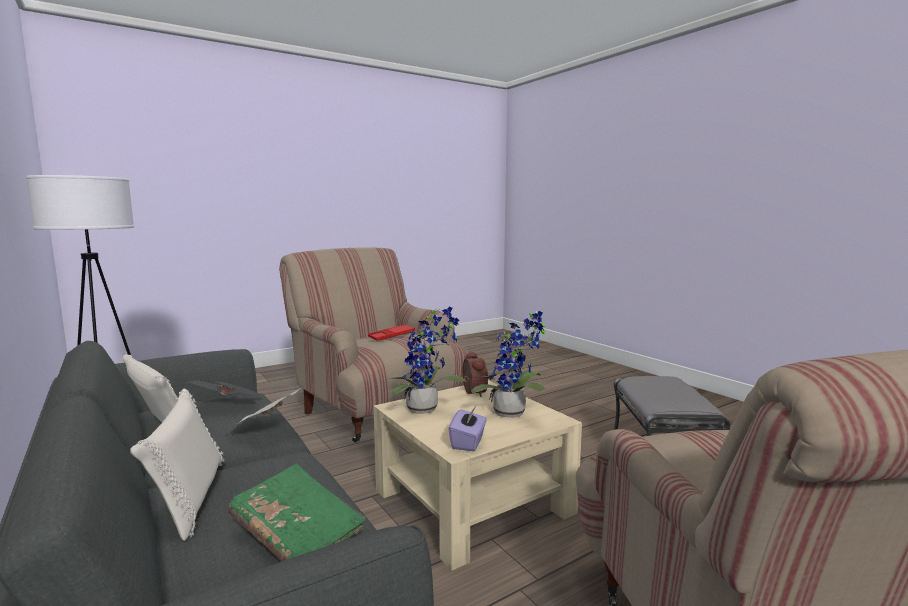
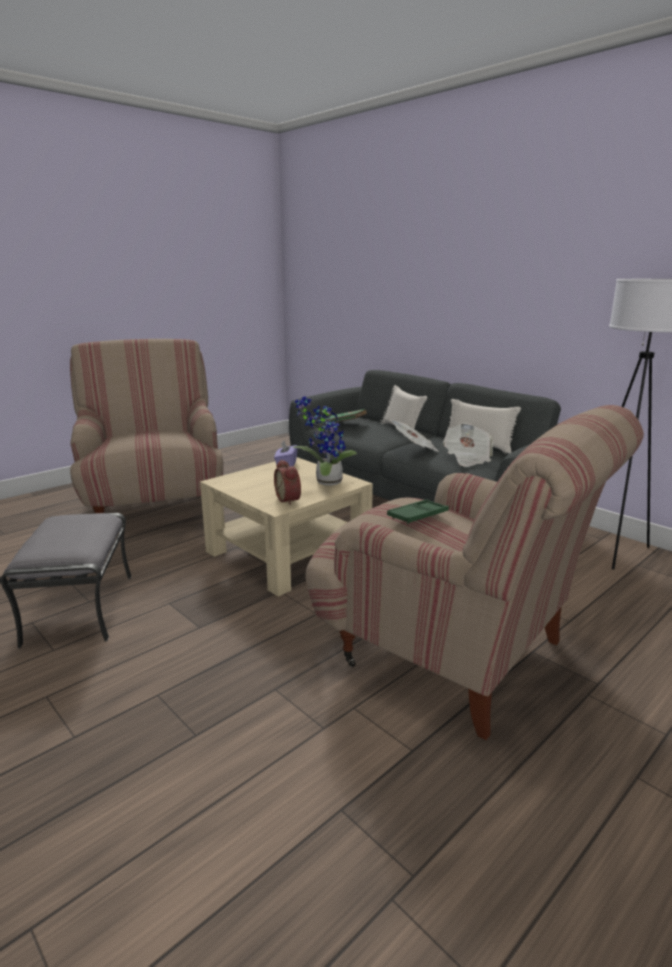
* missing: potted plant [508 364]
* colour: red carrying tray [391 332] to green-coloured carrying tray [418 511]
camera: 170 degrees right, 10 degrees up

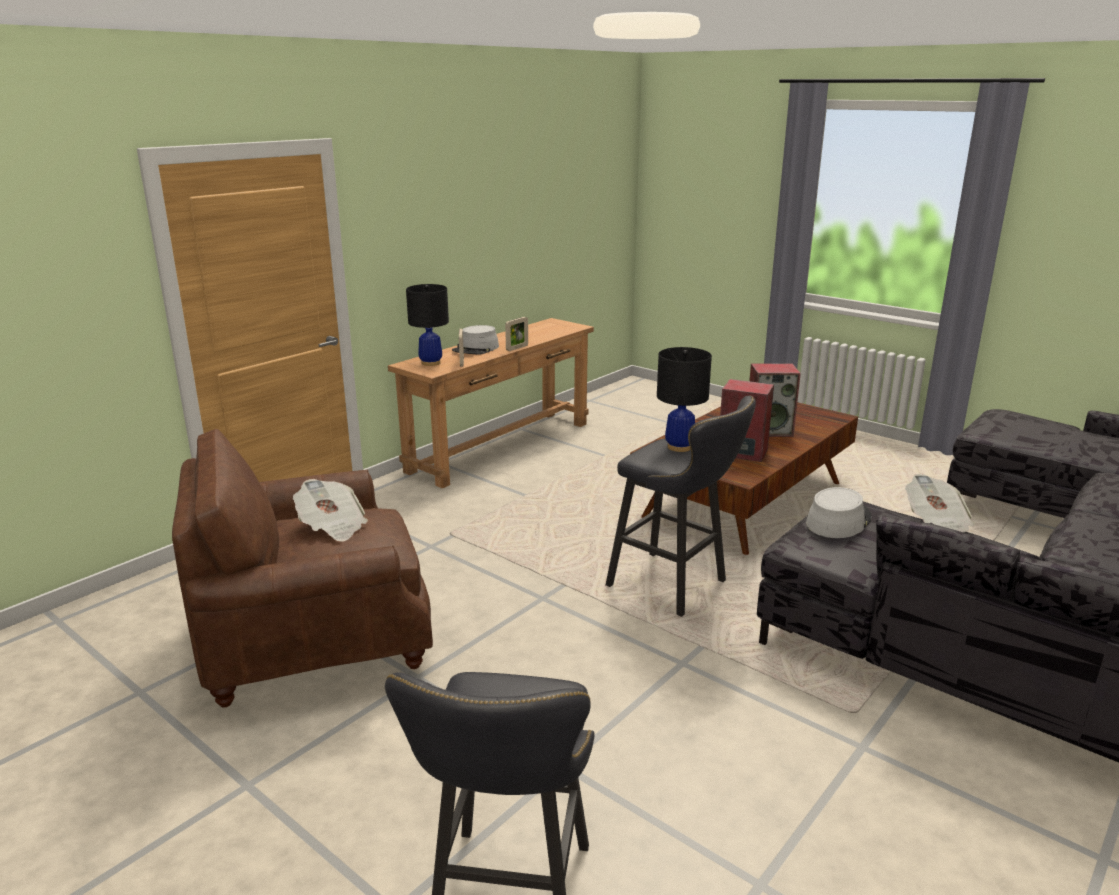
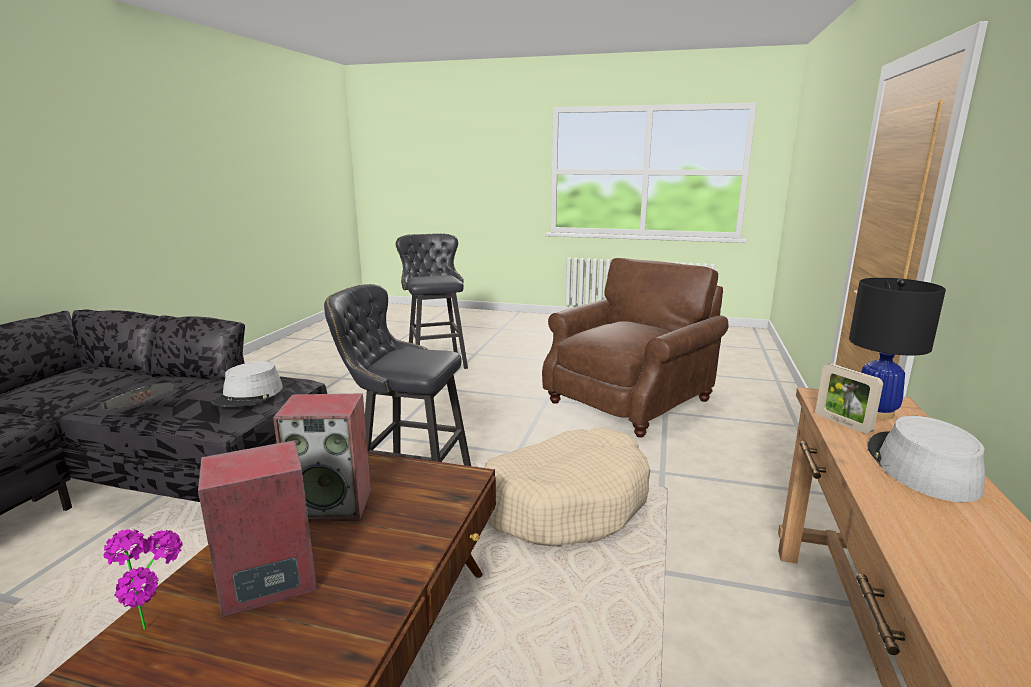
* missing: photo frame [516 334]
* missing: black-coloured table lamp [684 399]
* missing: newspaper [330 510]
* appeared: beige dog bed [567 487]
* appeared: potted plant [143 579]
camera: 155 degrees right, 5 degrees down

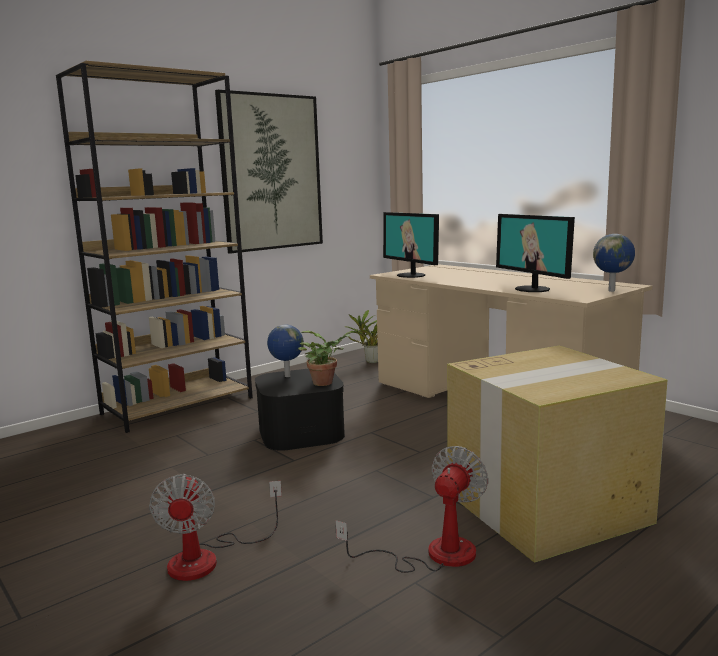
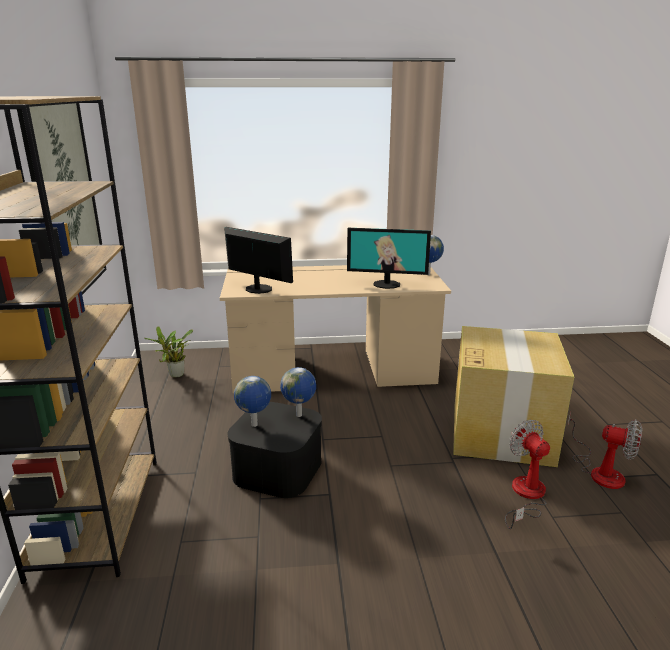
* spun: computer screen [411 245] = [258 260] 150 degrees counterclockwise
* exchanged: potted plant [324 358] to desk globe [298 392]
* relocated: cooling fan [215 527] to [605 450]
camera: 55 degrees left, 10 degrees up

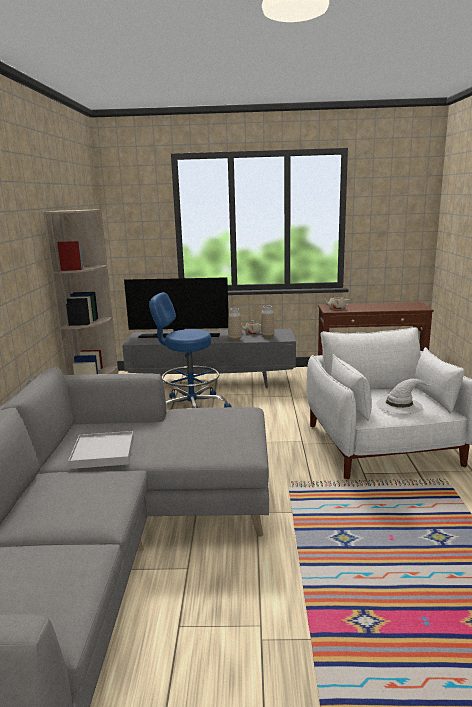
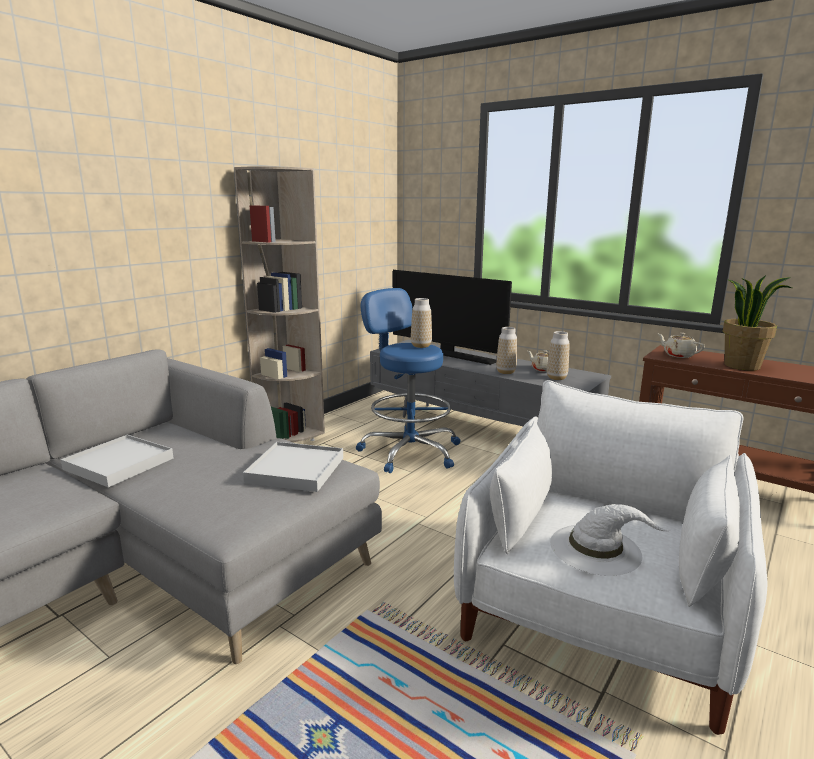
* appeared: potted plant [757 323]
* appeared: decorative vase [421 323]
* appeared: whitish carrying tray [293 467]
camera: 35 degrees right, 0 degrees up

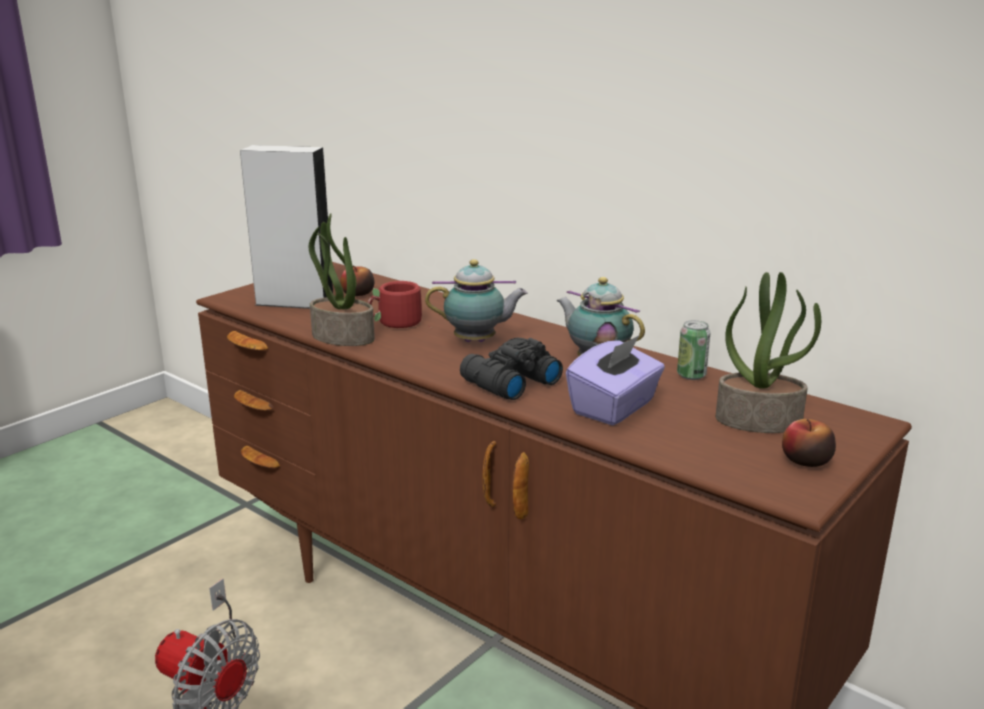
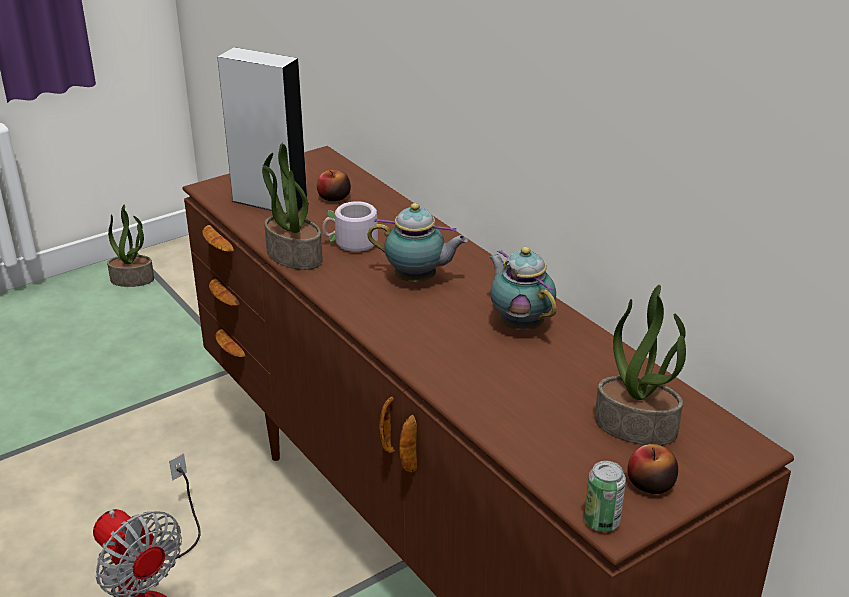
* colour: red tea mug [399 304] to grey tea mug [352 228]
* relocated: sealed can [694 350] to [605 496]
* missing: purple-coloured tissue box [615 380]
* missing: black-coloured pair of binoculars [511 369]
* appeared: potted plant [130 246]
camera: 15 degrees right, 10 degrees up

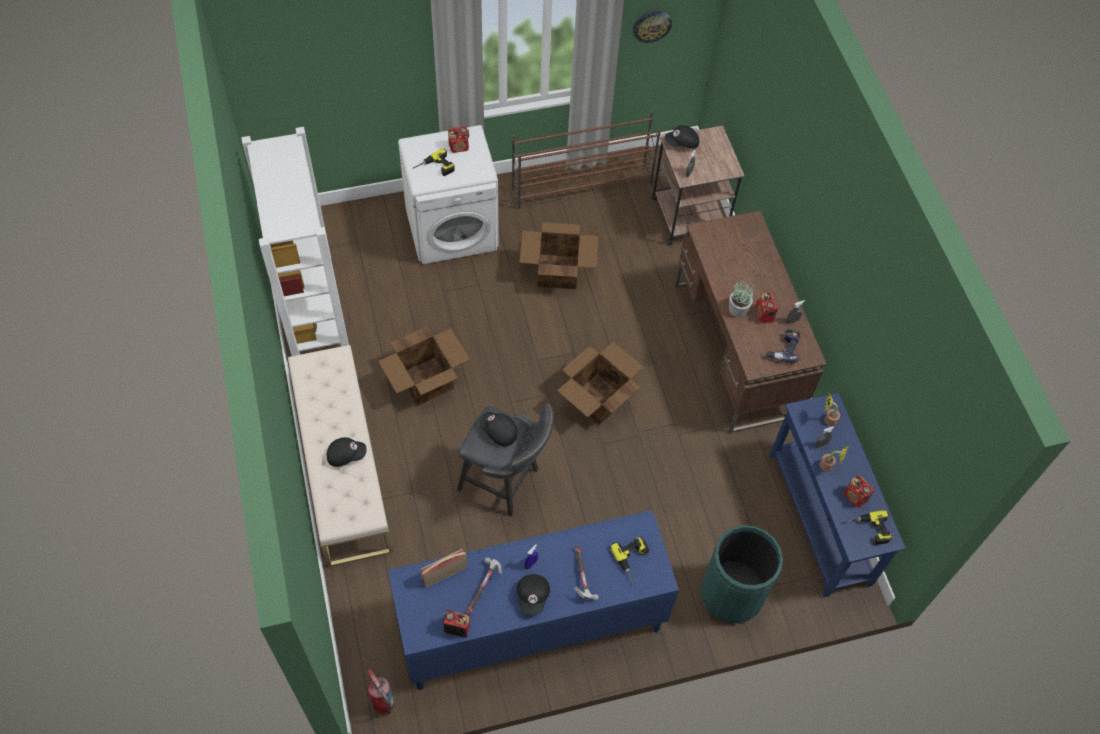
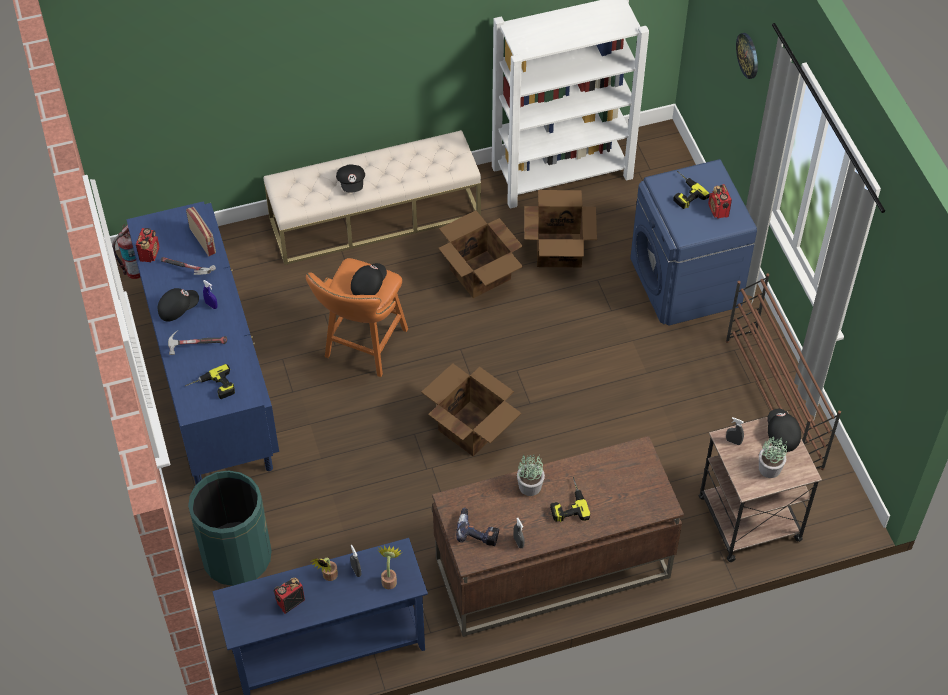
* relocated: hanging clock [652 27] to [747 56]
* colour: whitish laundry appliance [448 194] to blue-coloured laundry appliance [693 242]
* relocated: carton [559 255] to [560 228]
* missing: radio [766 307]
* colour: grey stool [505 460] to orangey stool [357 317]
* relocated: electric drill [868 527] to [570 499]
* spun: black-coloured baseball cap [533 594] = [178 305] 150 degrees clockwise
* appeared: potted plant [773 457]
camera: 90 degrees right, 5 degrees down

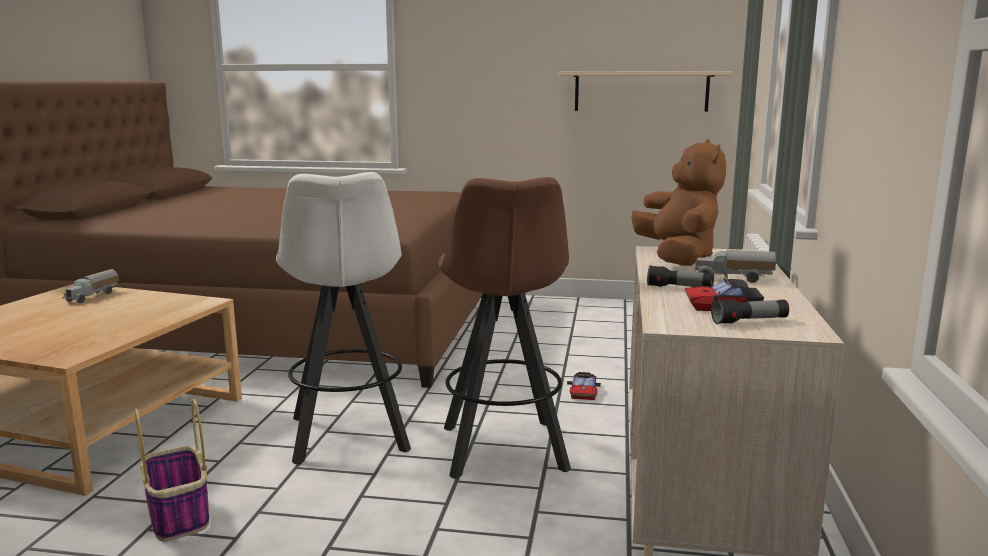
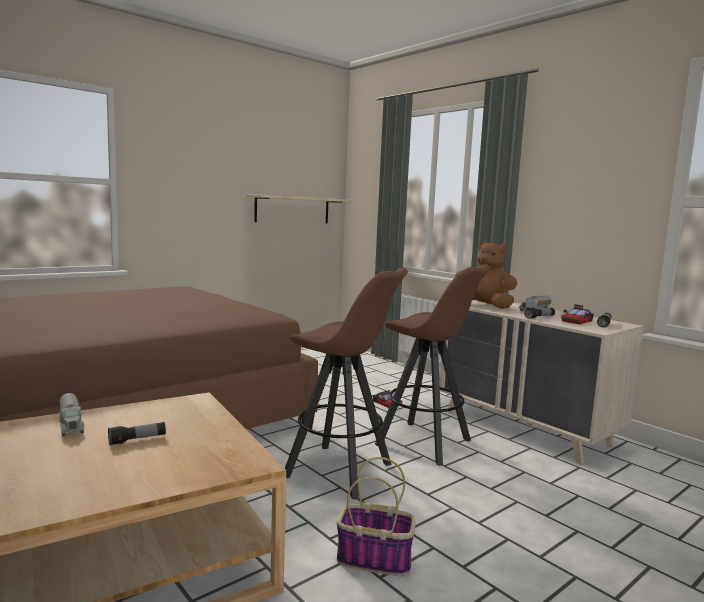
* colour: whitish stool [343 318] to brown stool [346 383]
* appeared: flashlight [137 433]
camera: 50 degrees left, 5 degrees down

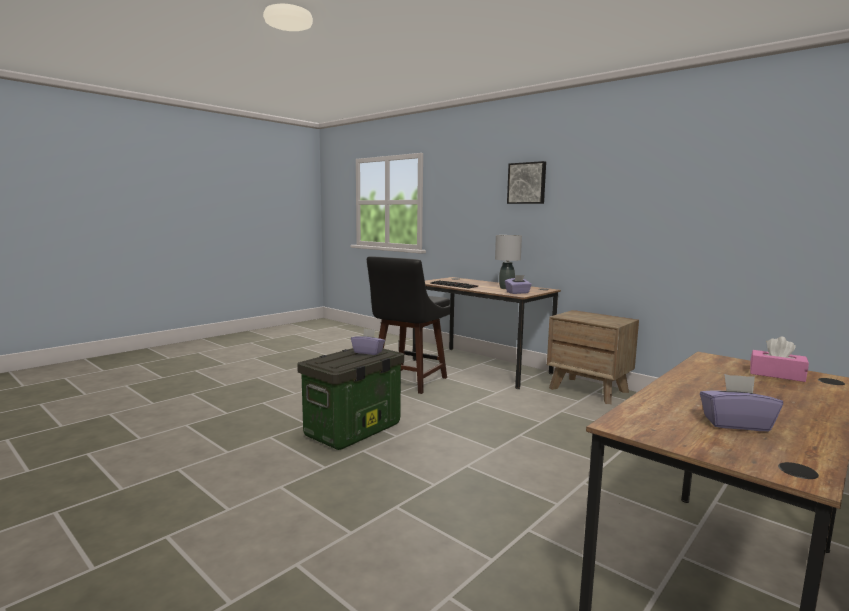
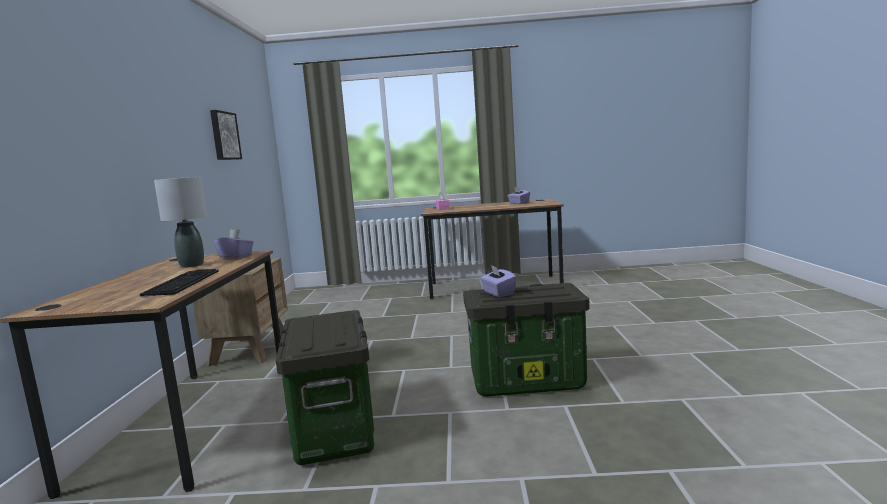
* relocated: wall art [526 182] to [226 135]
* exchanged: black-coloured stool [409 325] to storage container [325 387]
camera: 130 degrees left, 0 degrees up

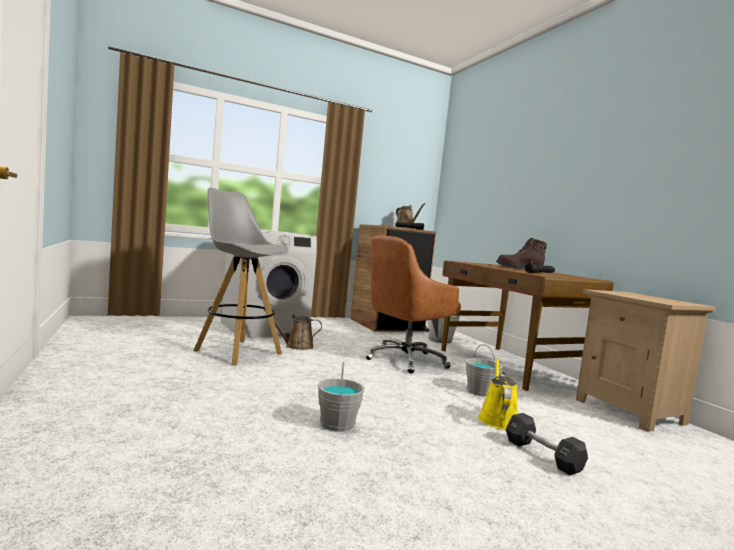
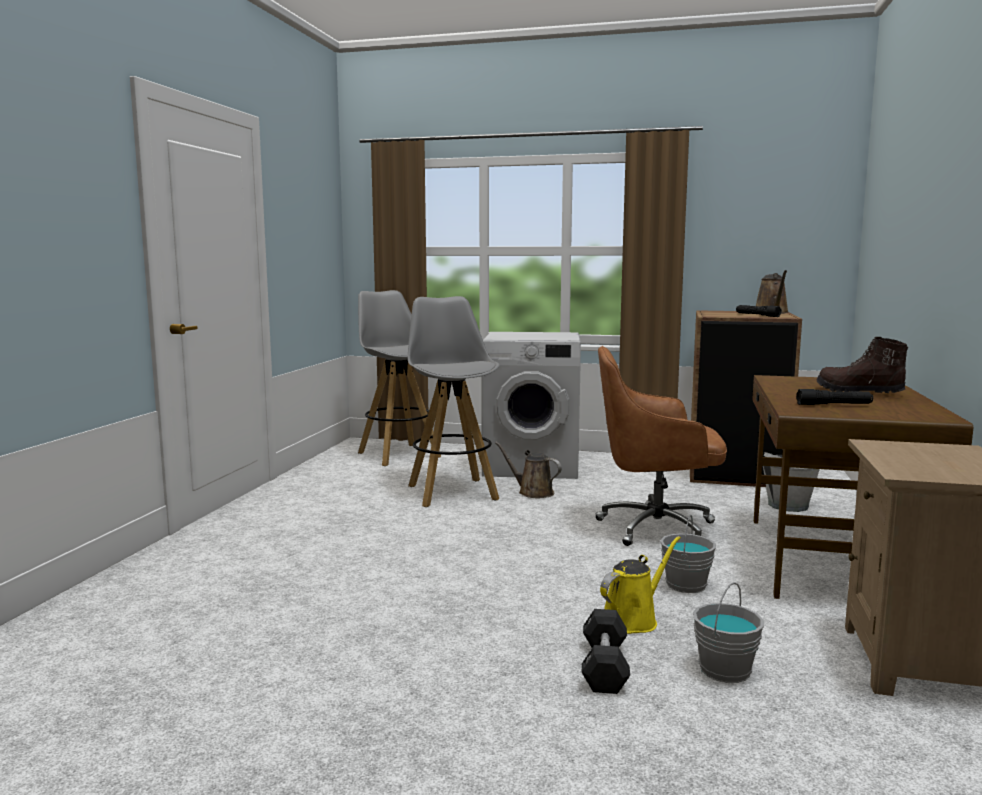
* relocated: grey water bucket [341 396] to [728 632]
* appeared: grey stool [399 378]
camera: 40 degrees right, 5 degrees up

